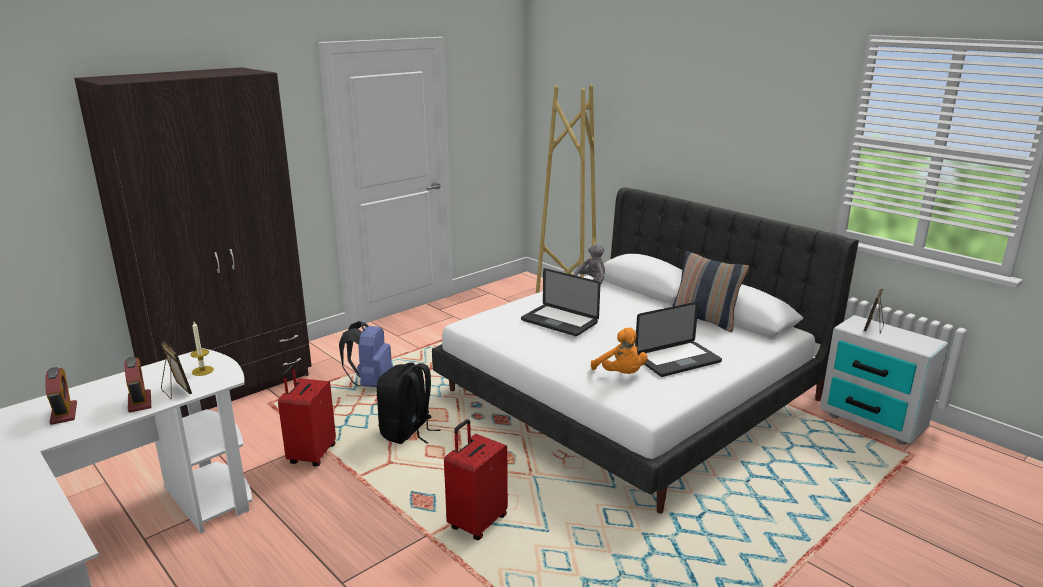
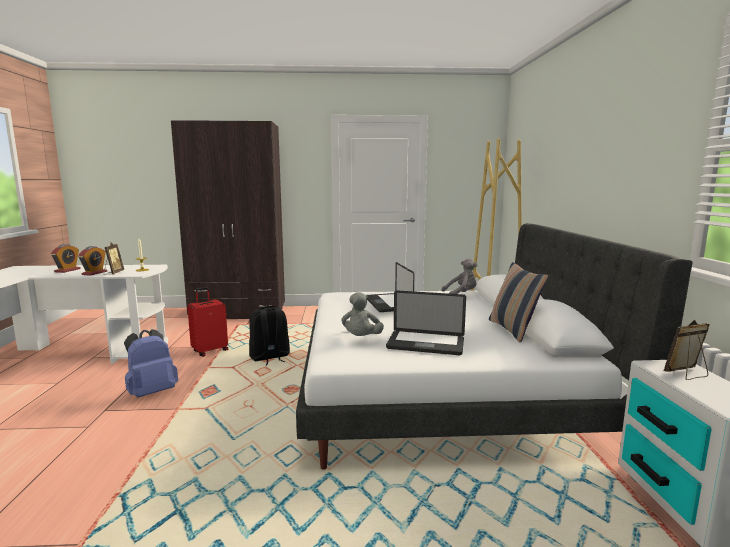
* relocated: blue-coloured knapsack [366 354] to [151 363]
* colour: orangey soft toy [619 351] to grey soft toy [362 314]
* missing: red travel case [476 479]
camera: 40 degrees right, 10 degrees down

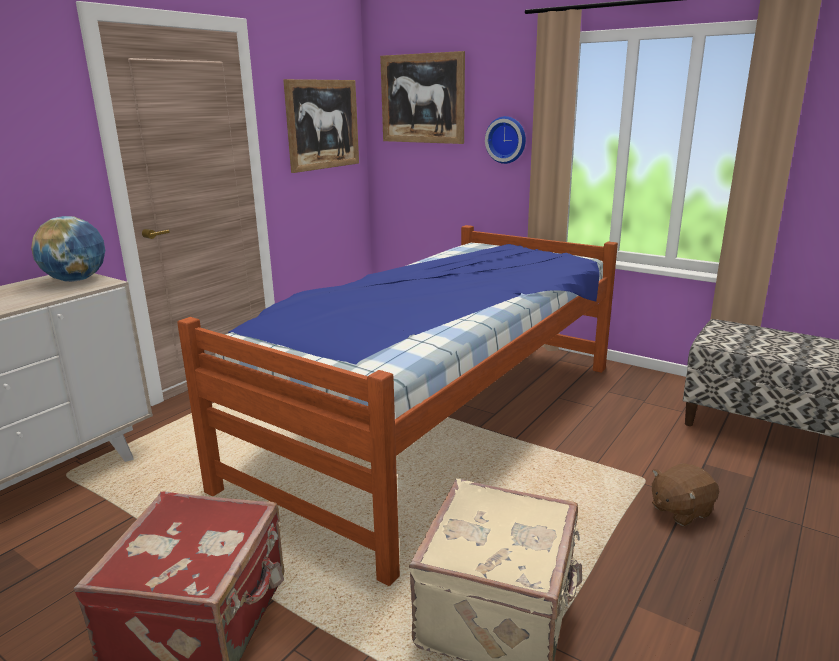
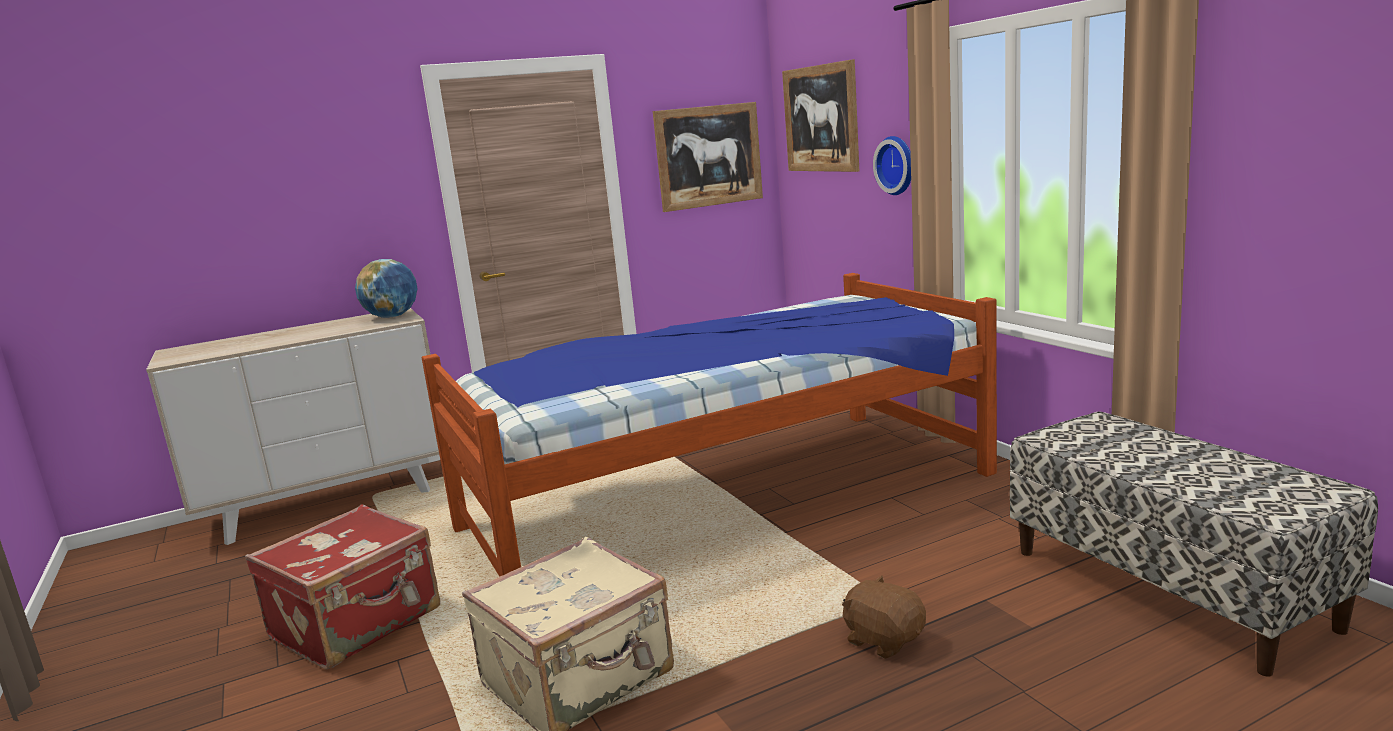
* spun: brown soft toy [685 494] = [884 617] 45 degrees clockwise
camera: 30 degrees right, 5 degrees down

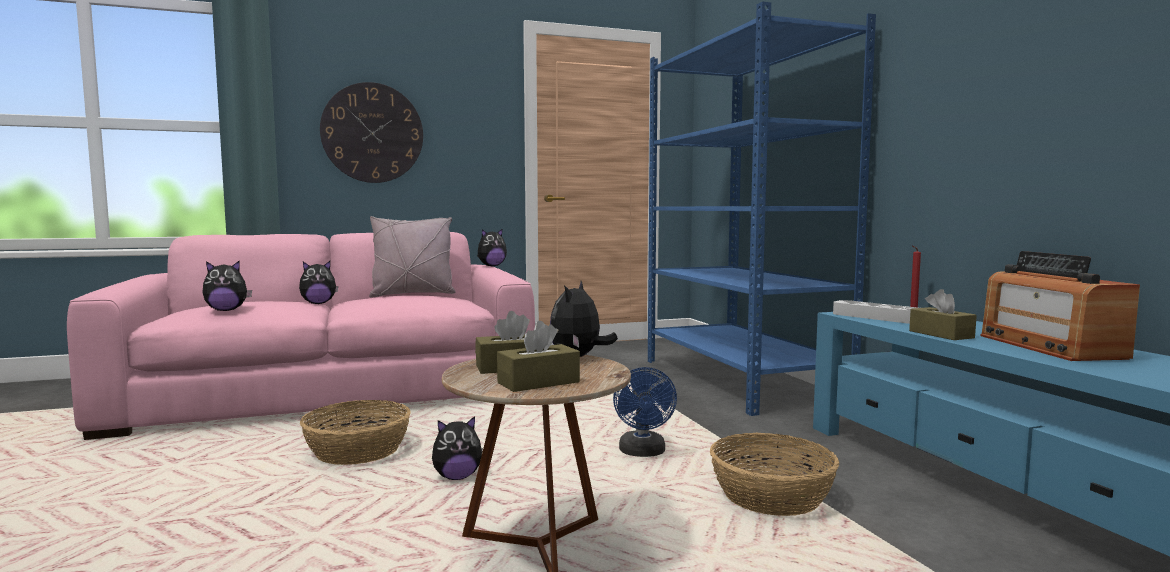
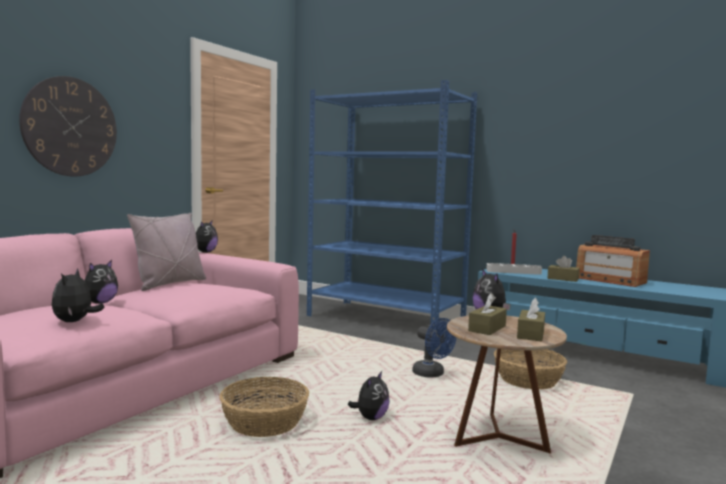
* spun: soft toy [227 286] = [78 295] 150 degrees clockwise
camera: 40 degrees left, 0 degrees up

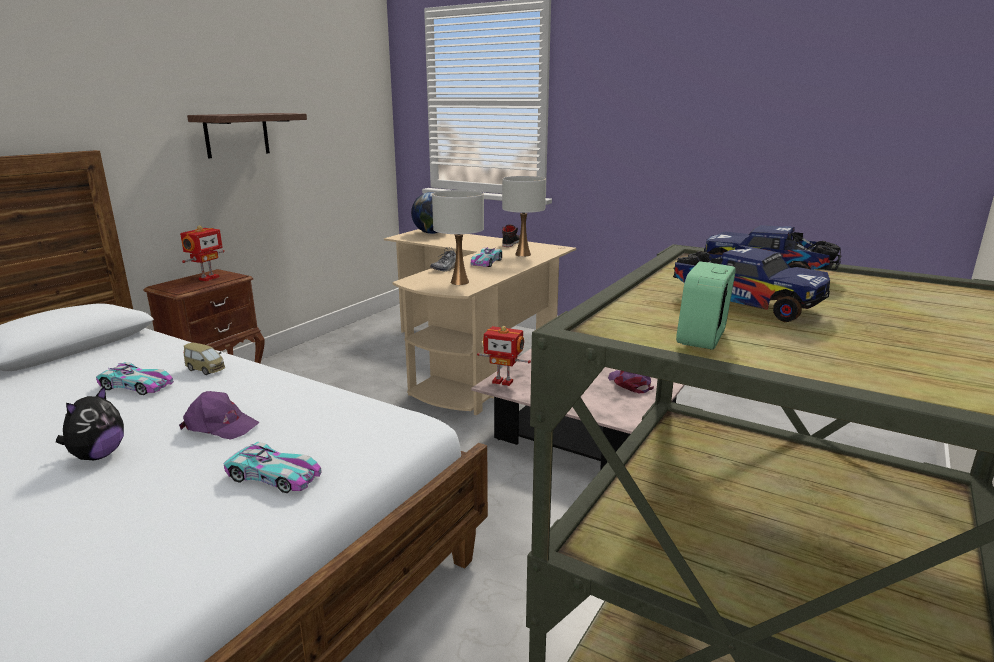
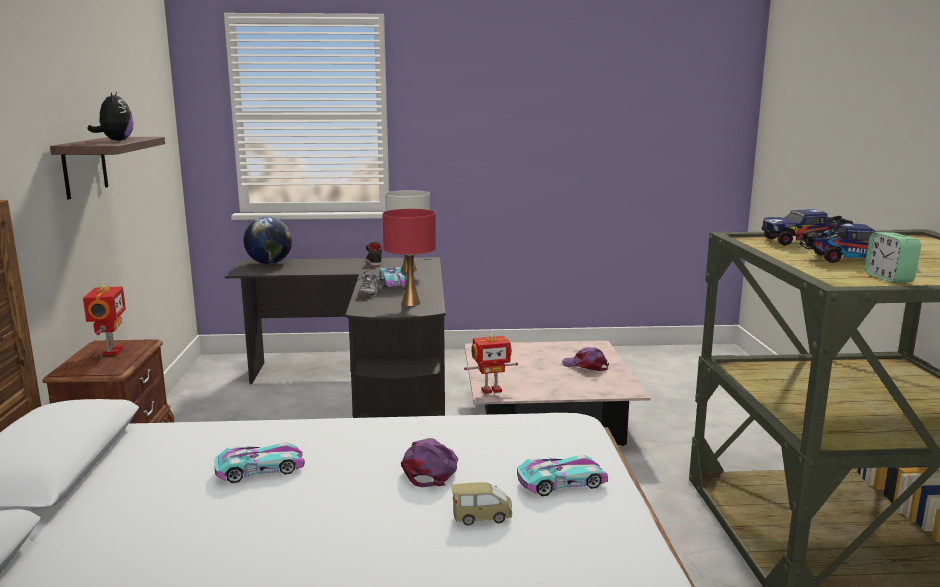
* colour: whitish table lamp [458 237] to red table lamp [409 257]
* colour: beige desk [480 322] to black-coloured desk [335 337]
* relocated: miniature car [204 358] to [481 504]
* relocated: soft toy [90 422] to [110 116]
* spun: purple-coloured baseball cap [219 415] = [429 462] 60 degrees counterclockwise
camera: 35 degrees left, 5 degrees down

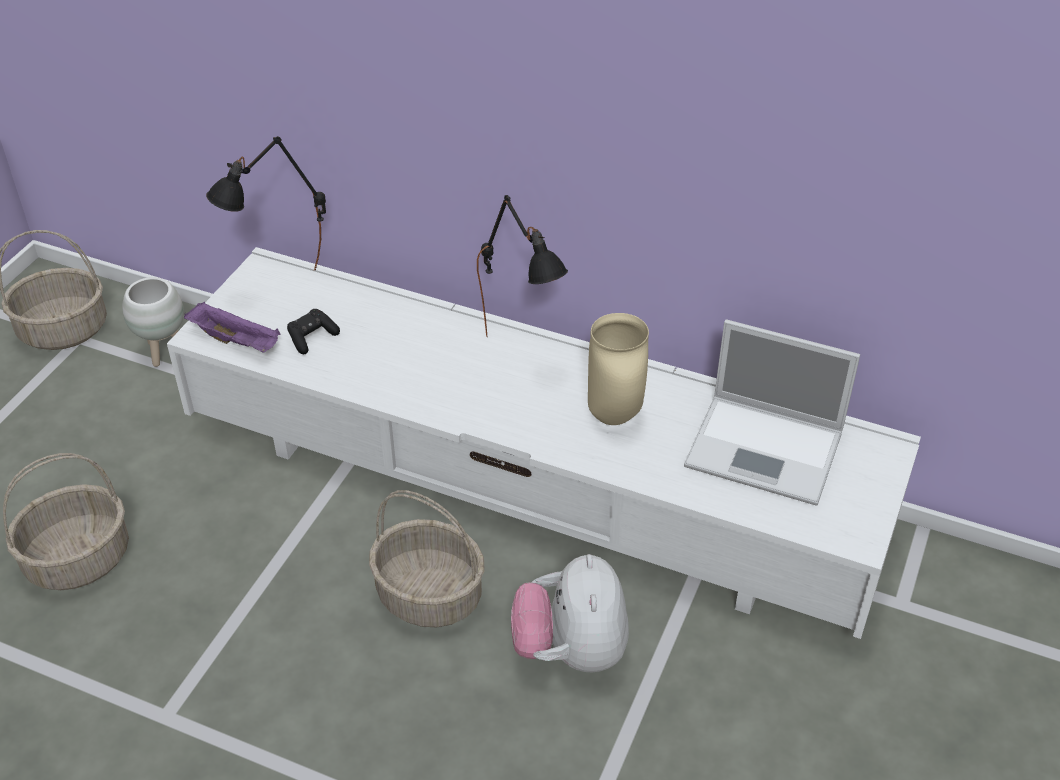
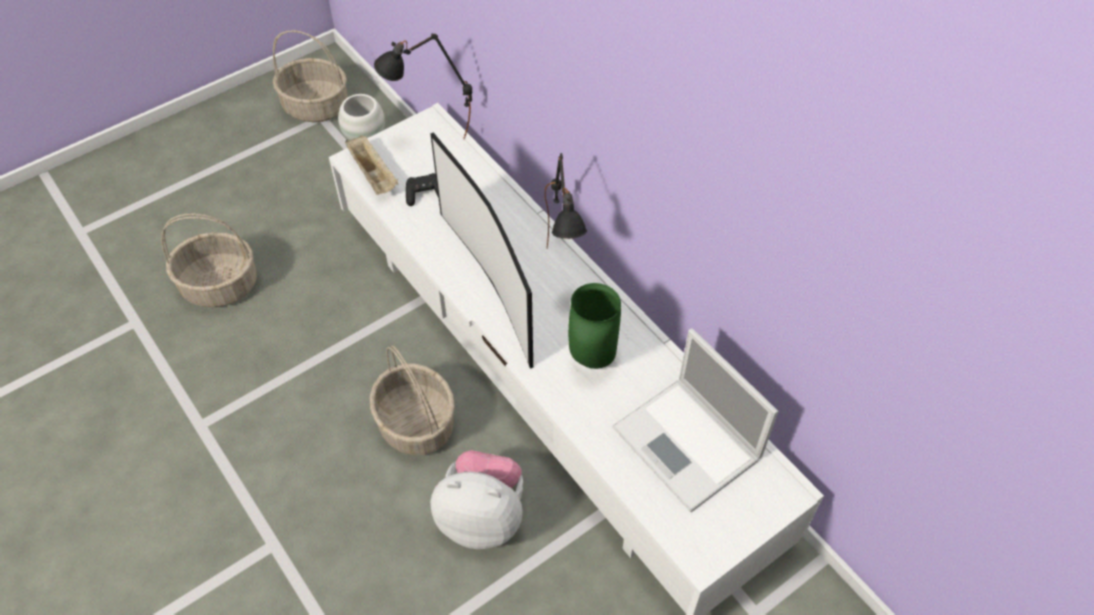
* colour: purple-coloured carrying tray [232 327] to beige carrying tray [371 165]
* colour: beige decorative vase [618 369] to green-coloured decorative vase [594 326]
* spun: soft toy [570 613] = [477 499] 75 degrees clockwise
* appeared: TV set [481 250]
camera: 30 degrees right, 10 degrees up

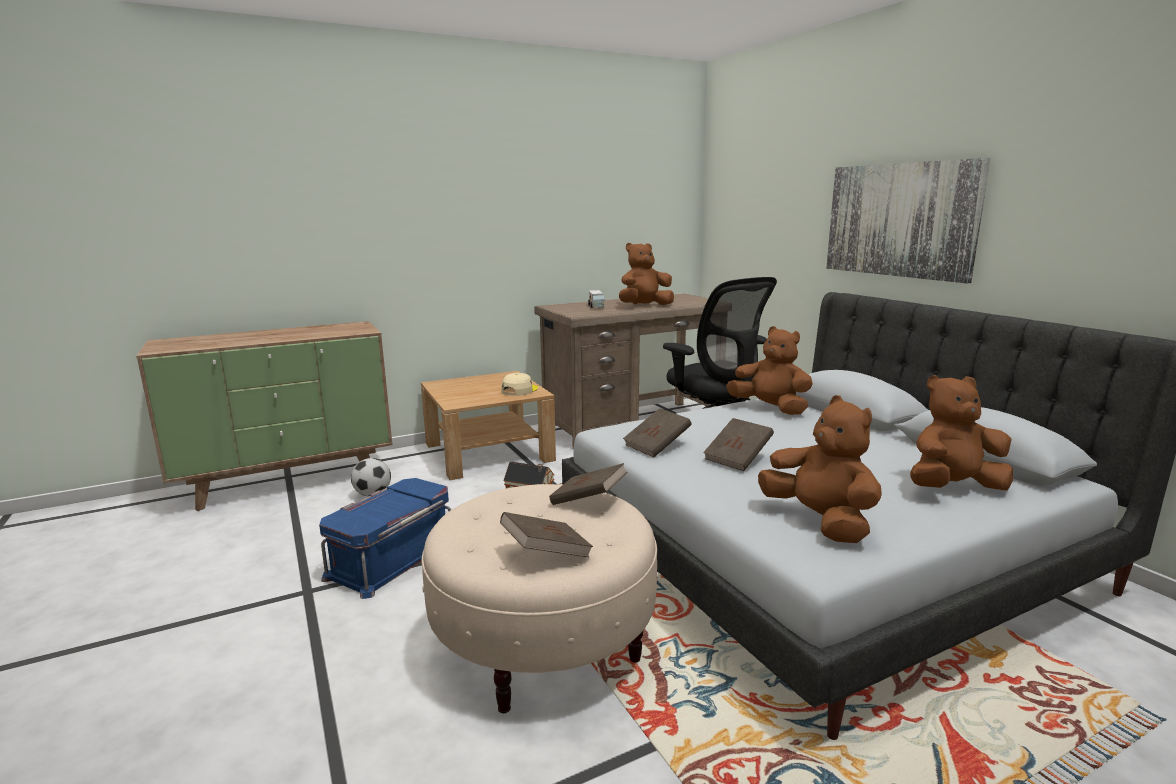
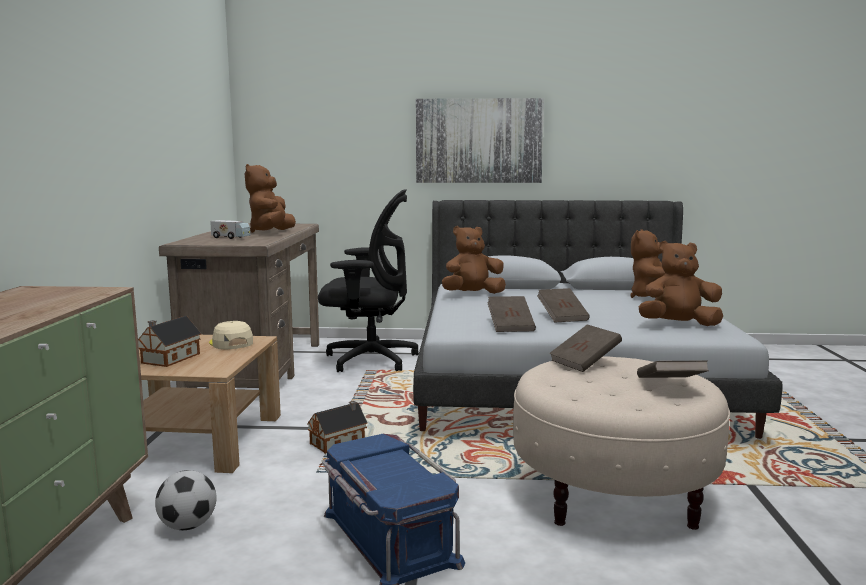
* appeared: model house [169 341]
camera: 60 degrees left, 5 degrees down

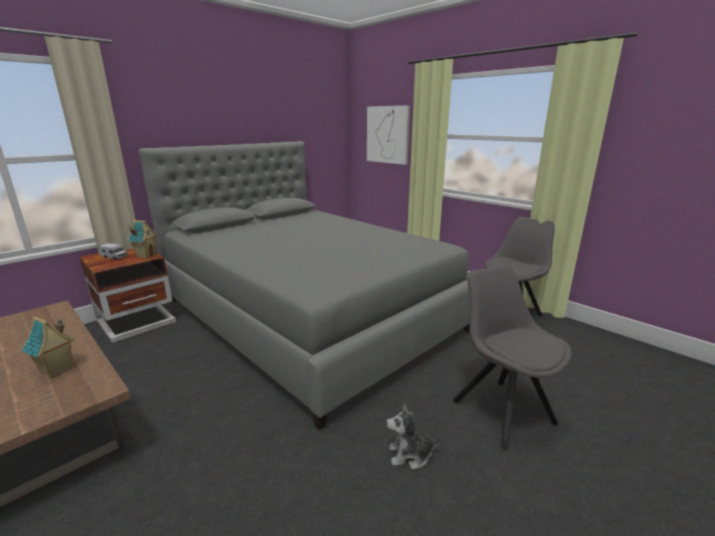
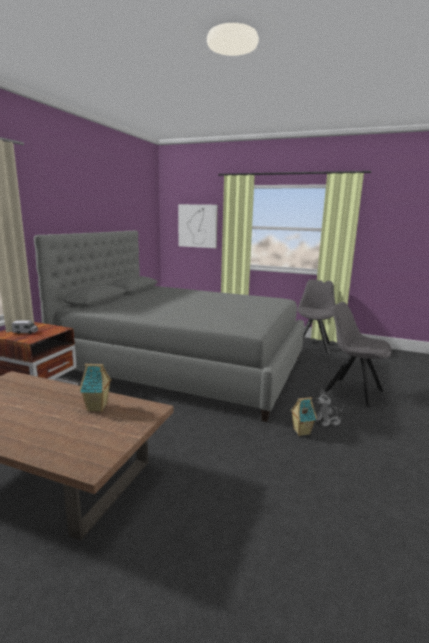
* relocated: model house [142 239] to [303 416]
camera: 25 degrees left, 5 degrees down

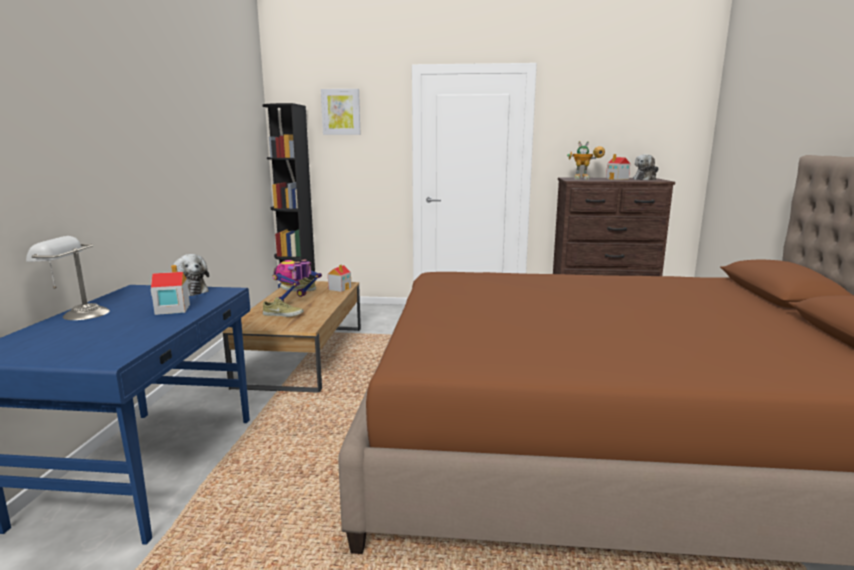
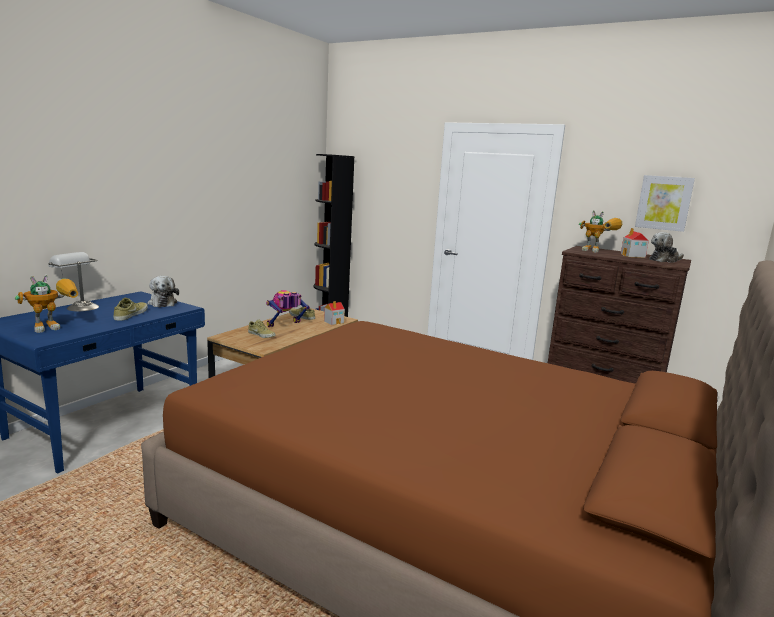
* relocated: wall art [341 112] to [665 203]
* exchanged: model house [170 290] to beige shoe [130 309]
* appeared: robot figure [46 304]
camera: 25 degrees right, 0 degrees up

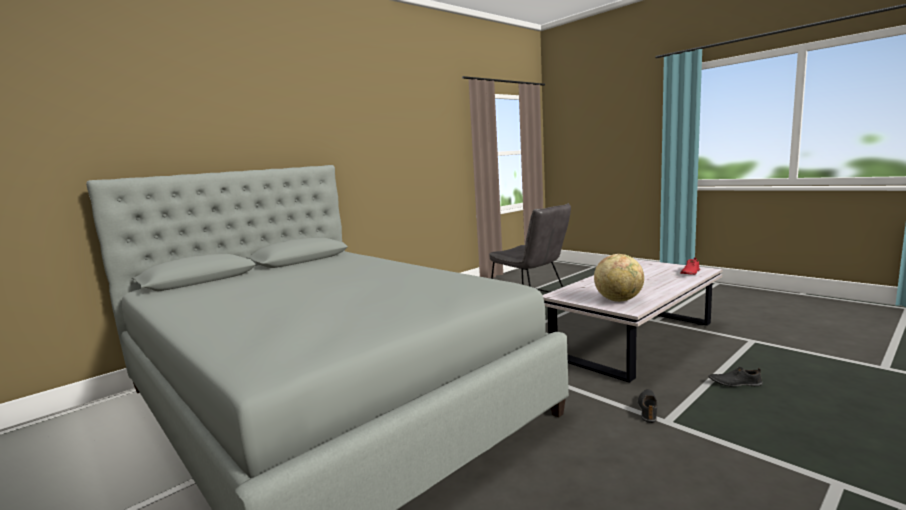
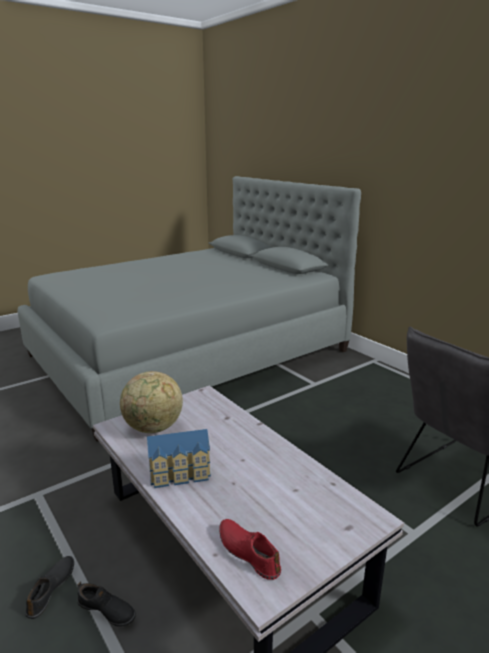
* relocated: black-coloured shoe [647 406] to [106 604]
* appeared: model house [179 458]
camera: 95 degrees right, 10 degrees up

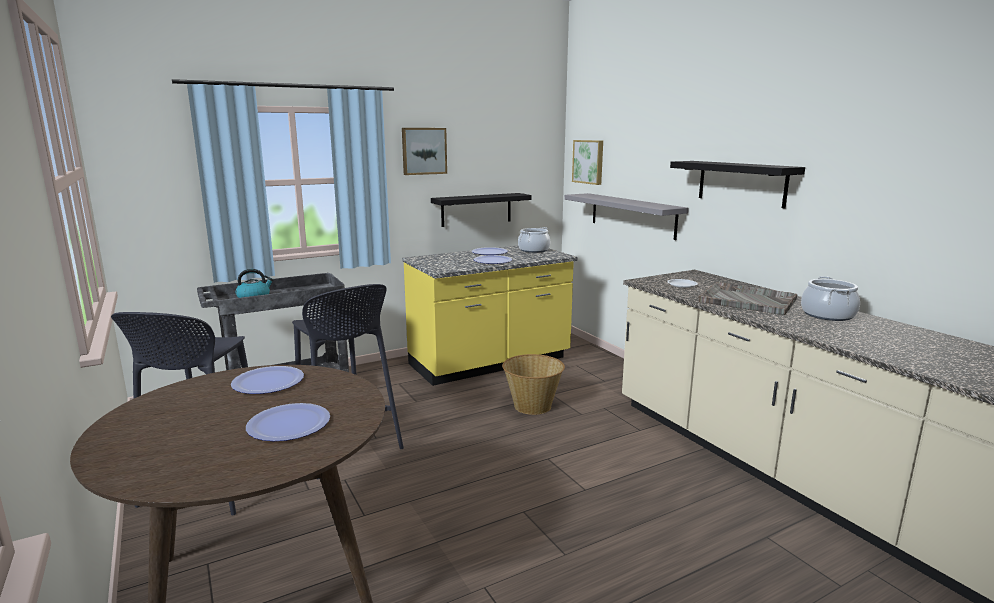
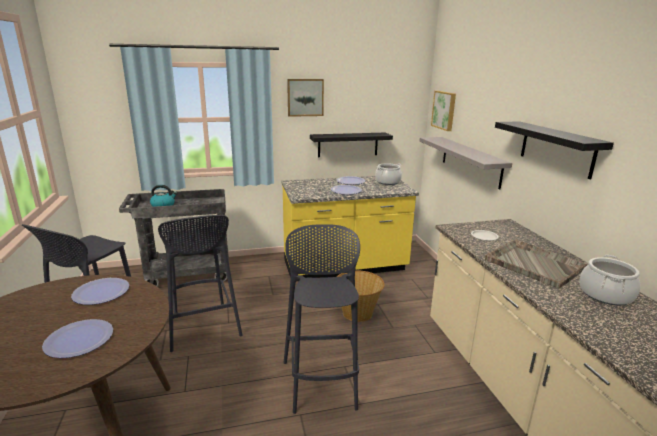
* appeared: grey stool [321 319]
camera: 15 degrees right, 5 degrees up

